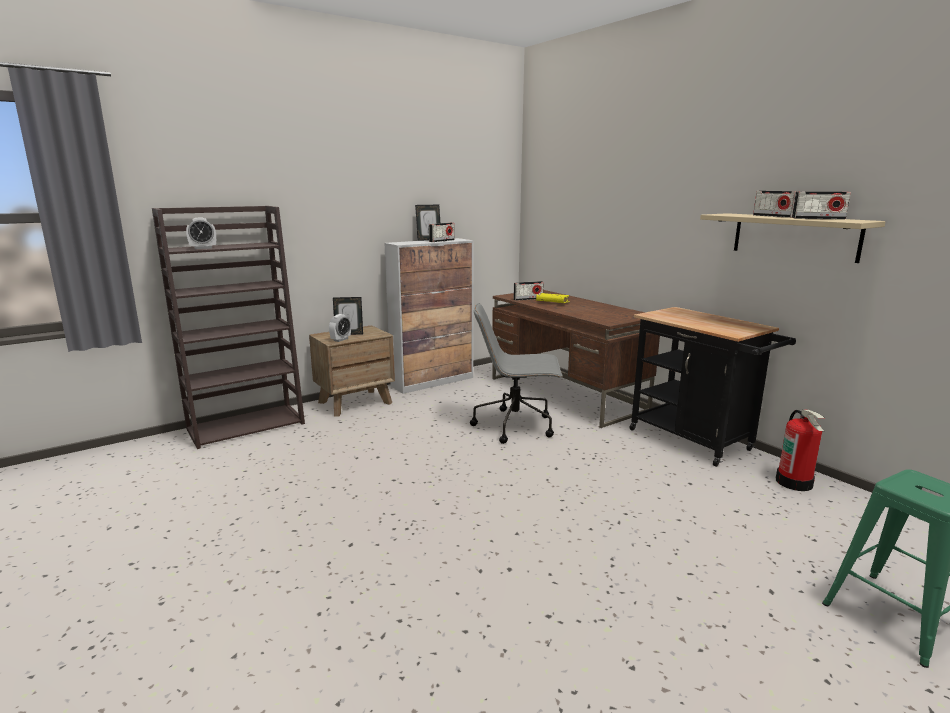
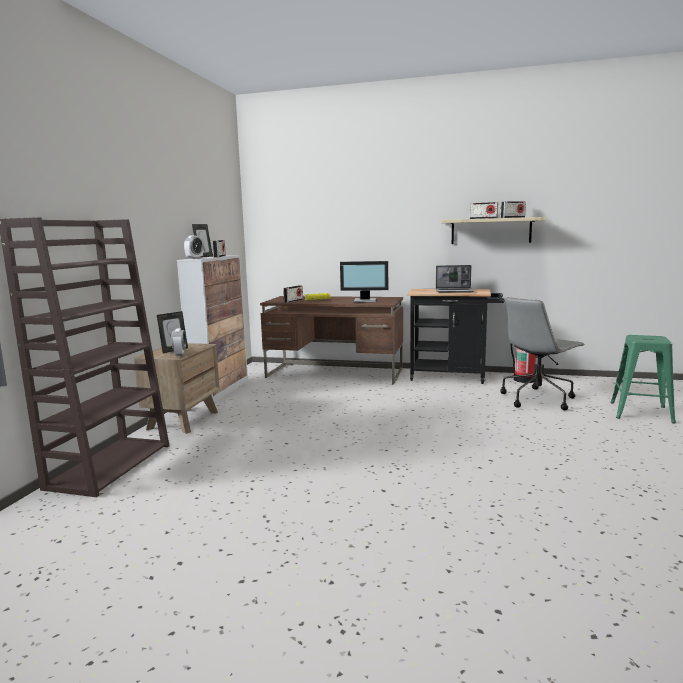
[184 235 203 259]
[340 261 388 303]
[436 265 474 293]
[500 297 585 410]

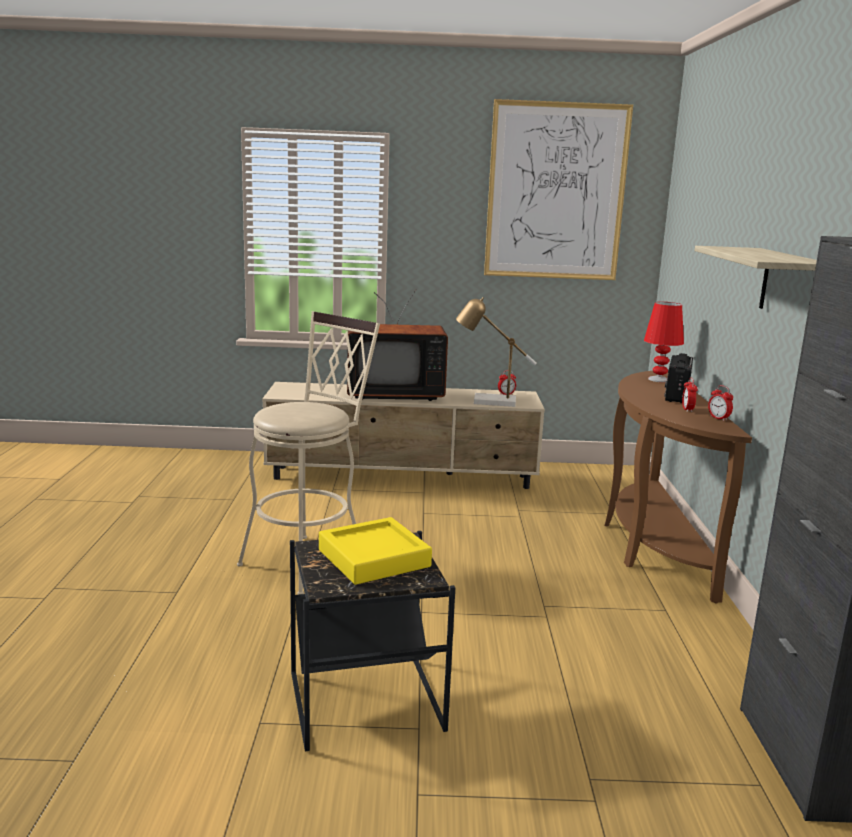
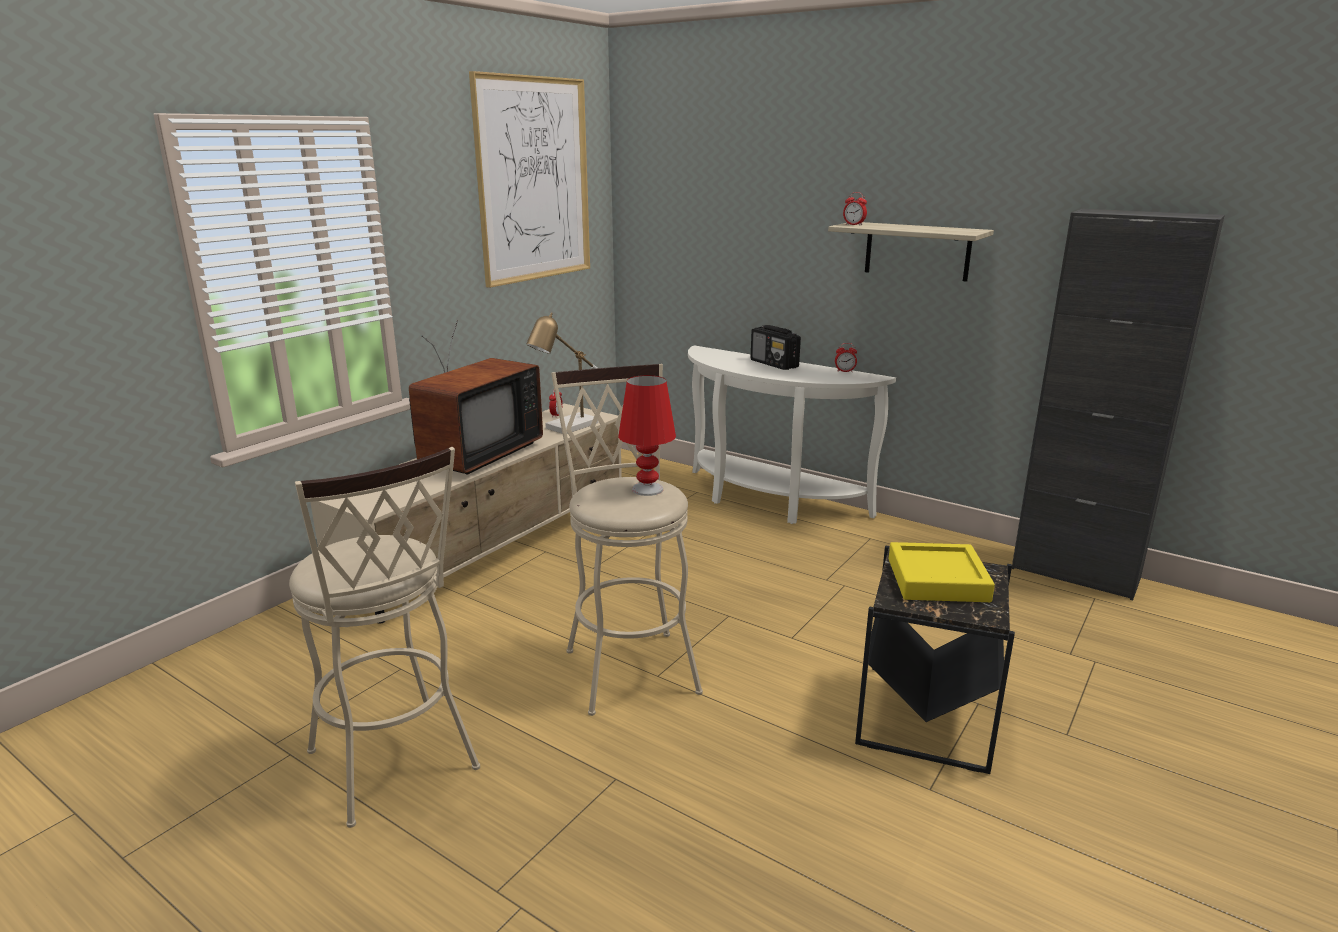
[289 447 480 828]
[618 375 676 496]
[688 345 896 524]
[843 192 867 225]

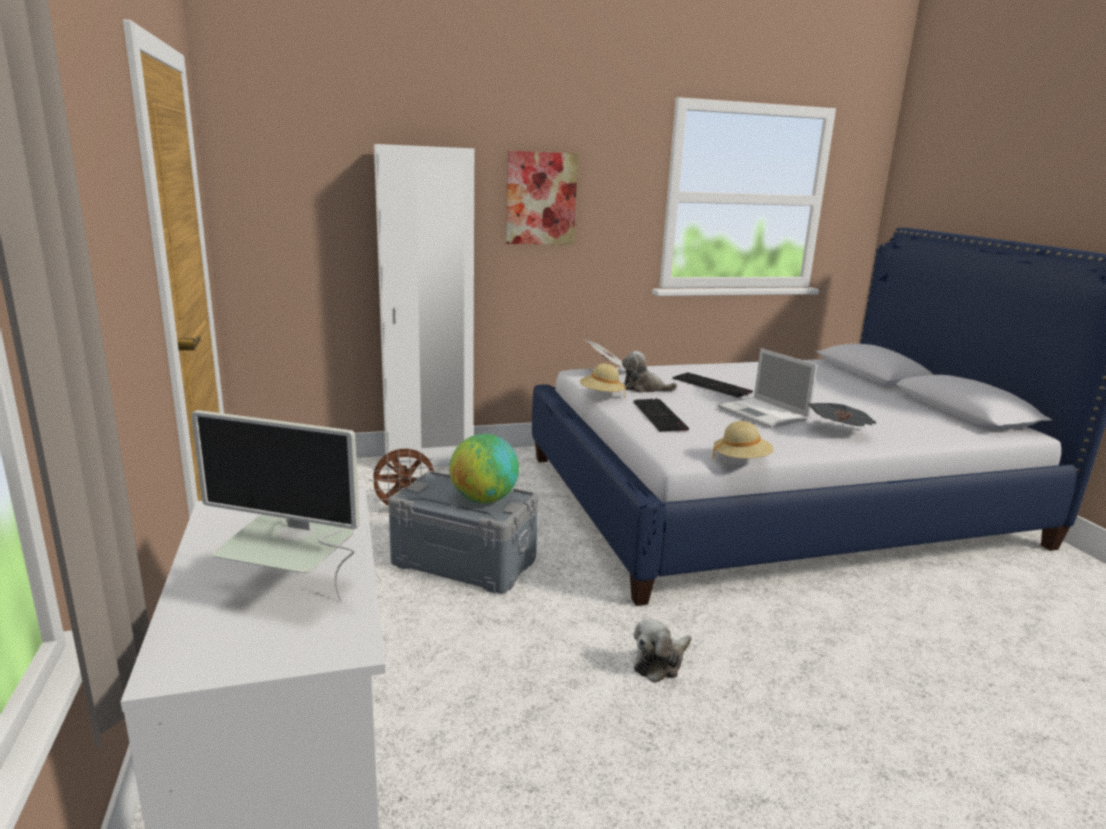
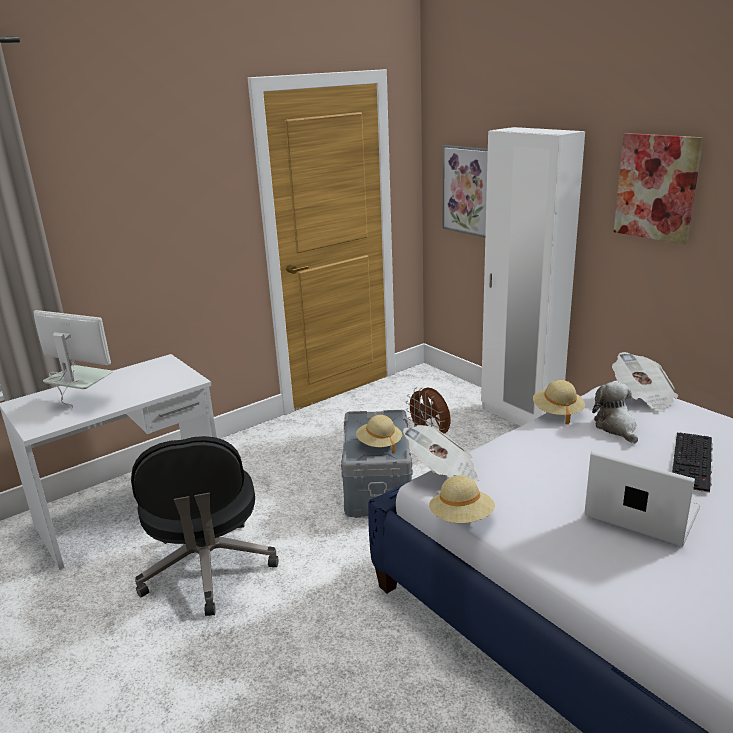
[33 310 113 410]
[131 436 278 616]
[356 415 402 453]
[403 425 479 482]
[443 145 488 238]
[584 451 700 547]
[633 399 689 431] (first image)
[634 619 691 683] (first image)

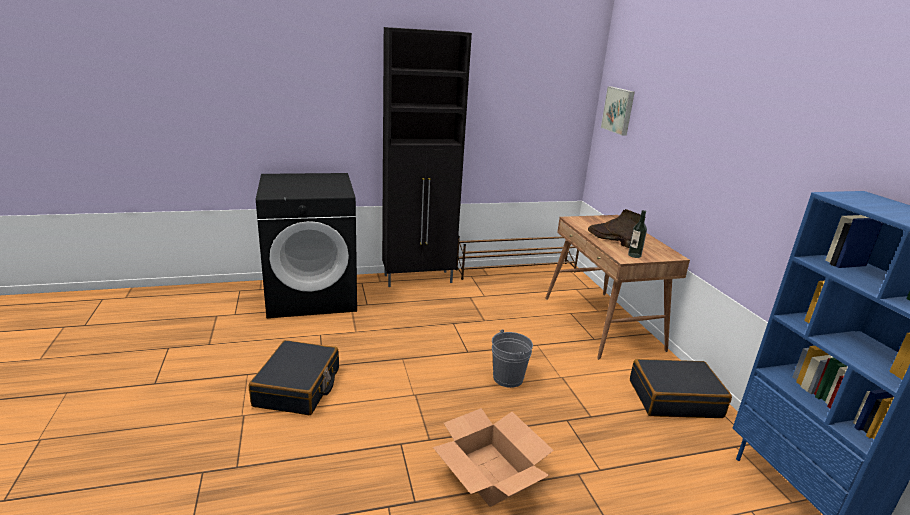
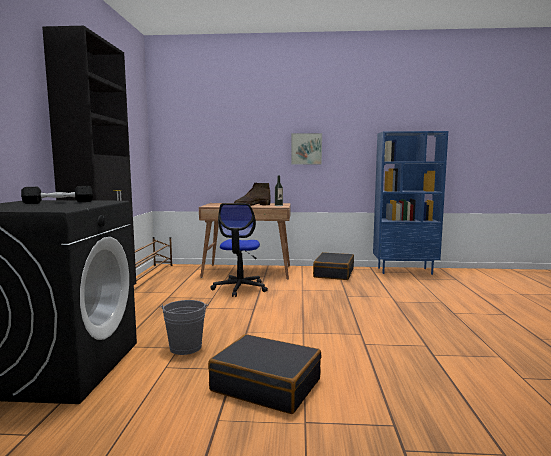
[21 186 93 204]
[160 300 208 355]
[210 203 268 297]
[291 133 322 164]
[433 408 554 507] (first image)

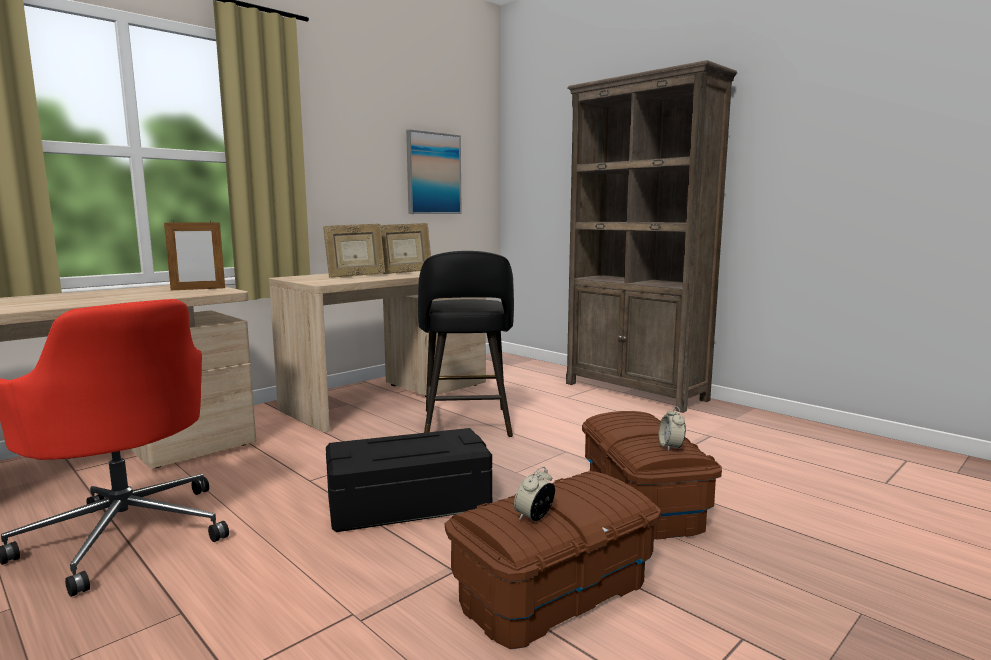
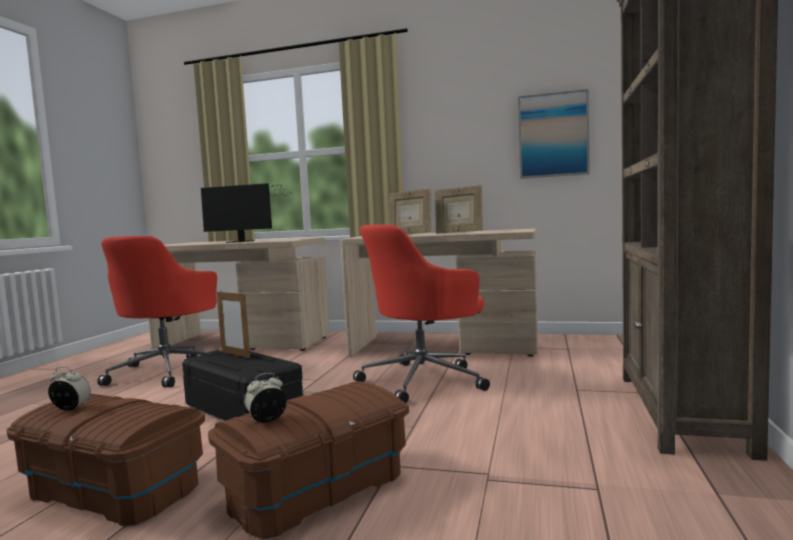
[201 183 291 243]
[217 290 250 358]
[353 224 490 403]

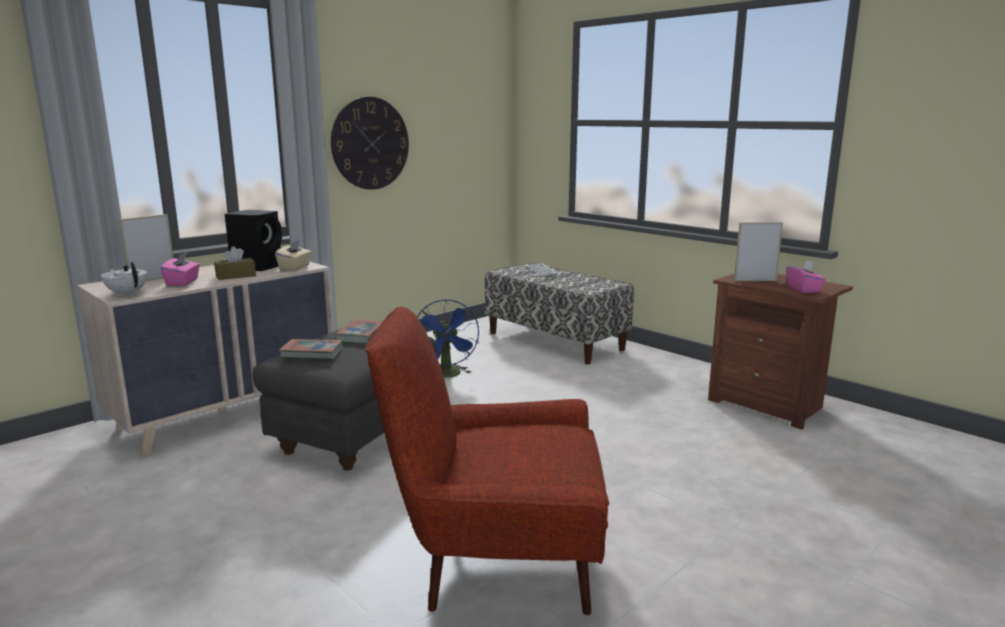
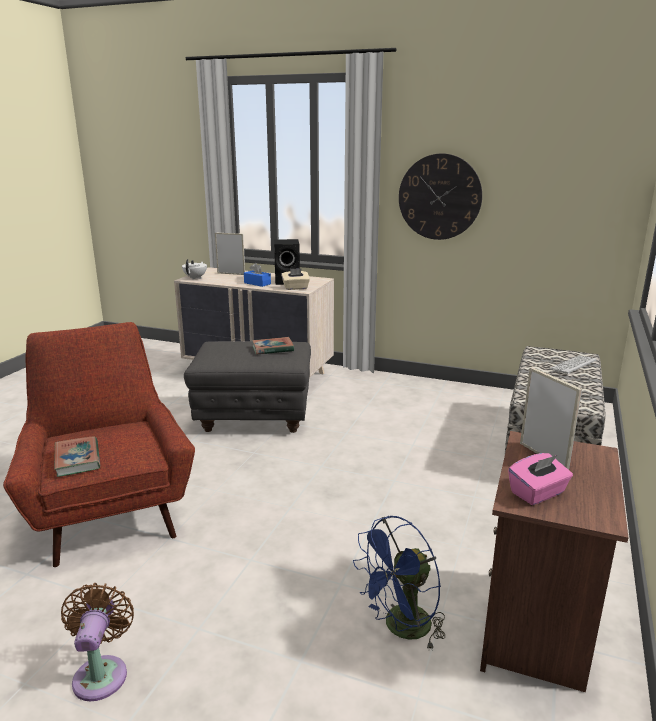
[54 436 100 477]
[61 583 134 701]
[244 263 271 287]
[353 516 445 648]
[160 252 200 286] (first image)

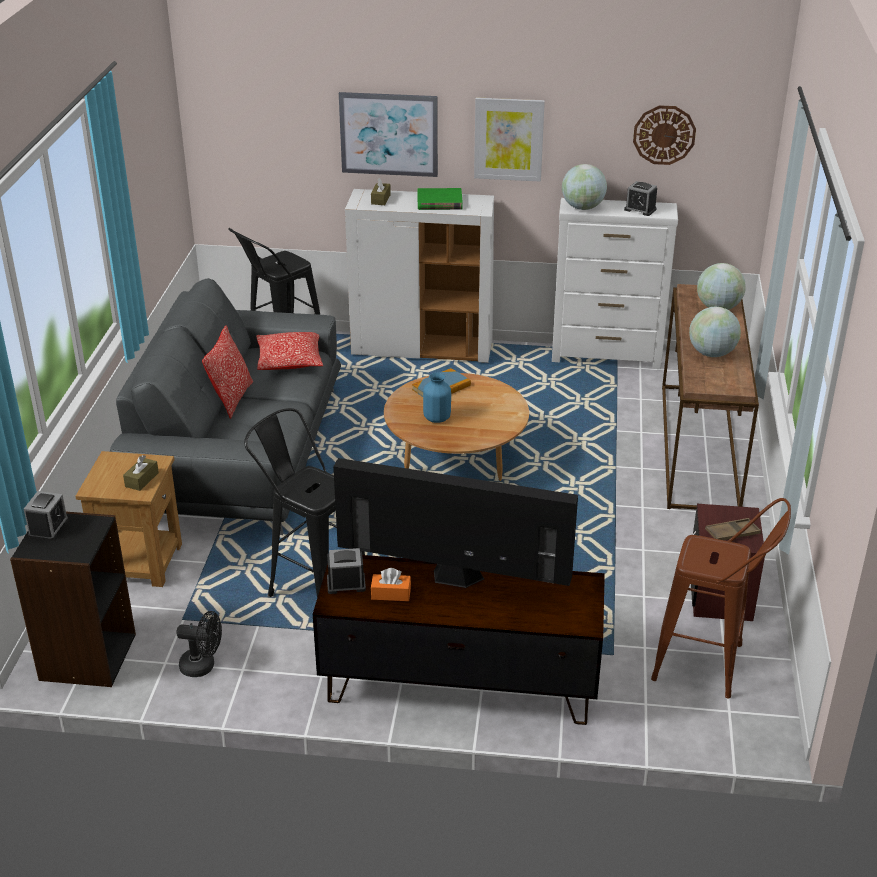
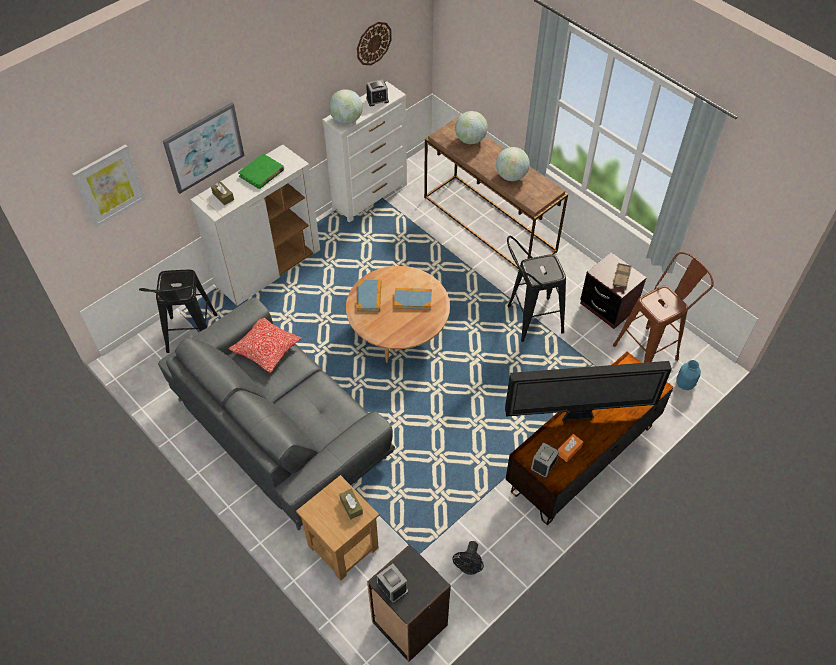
[72 144 145 228]
[394 288 432 310]
[453 541 484 575]
[505 361 672 421]
[507 236 566 342]
[676 360 701 390]
[202 326 253 419] (first image)

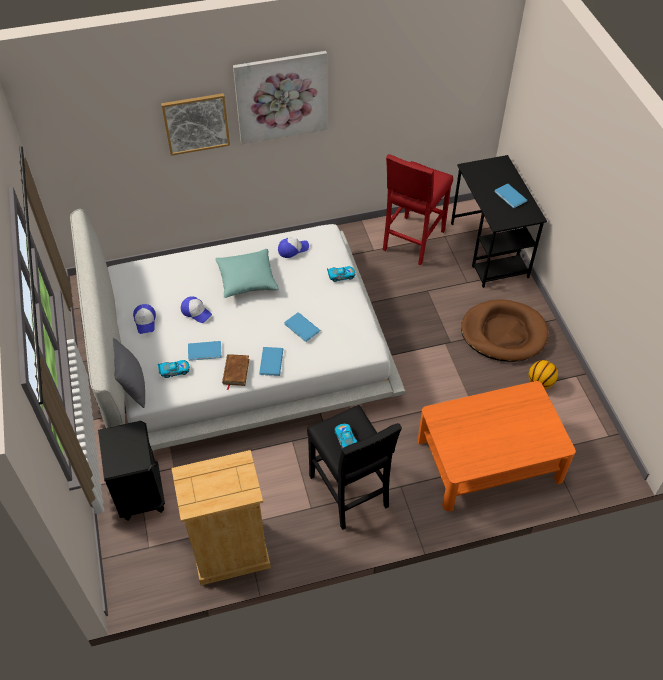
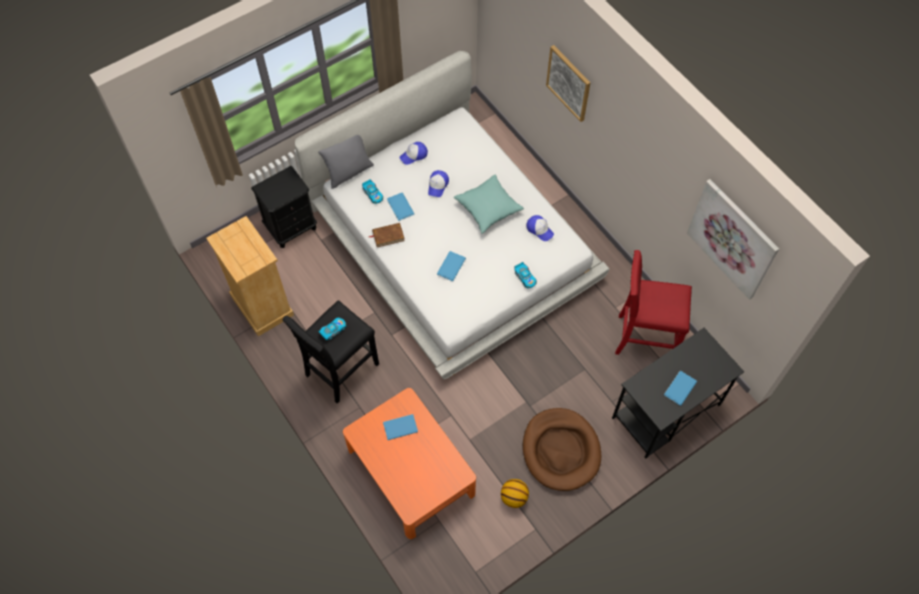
[383 414 418 440]
[687 179 779 300]

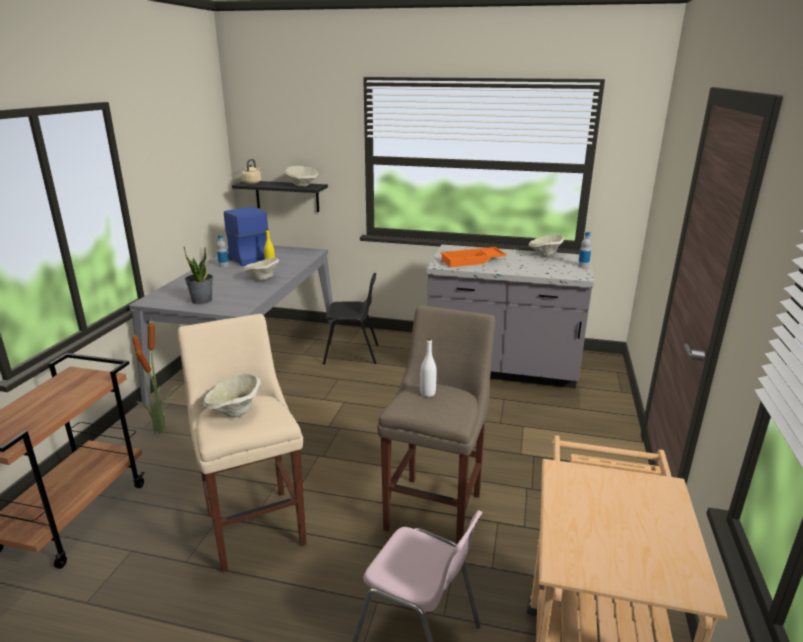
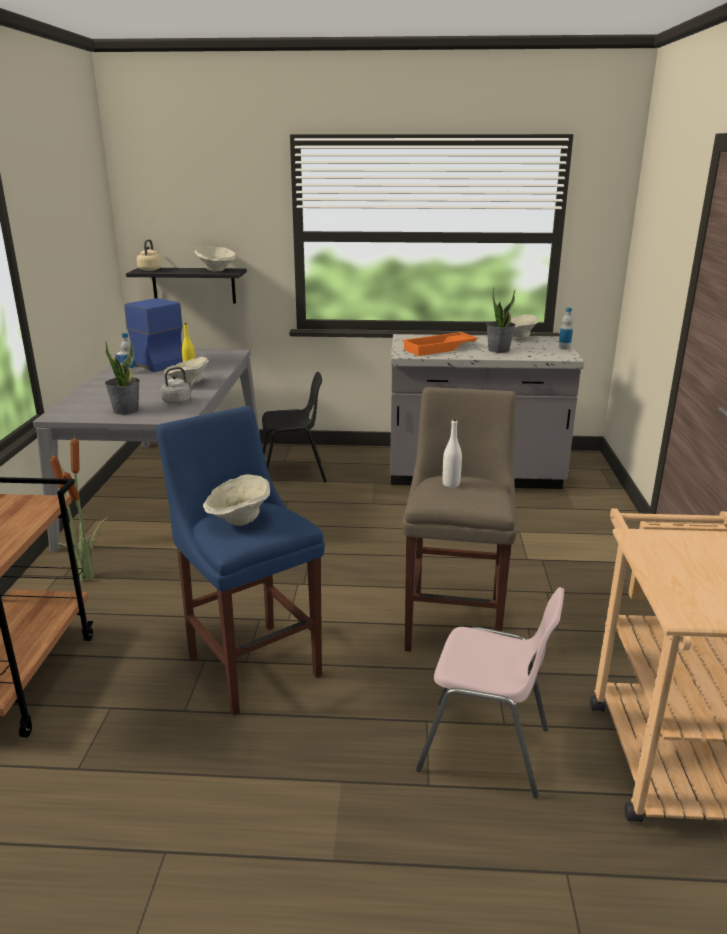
[156 406 325 716]
[161 367 197 404]
[486 287 516 353]

